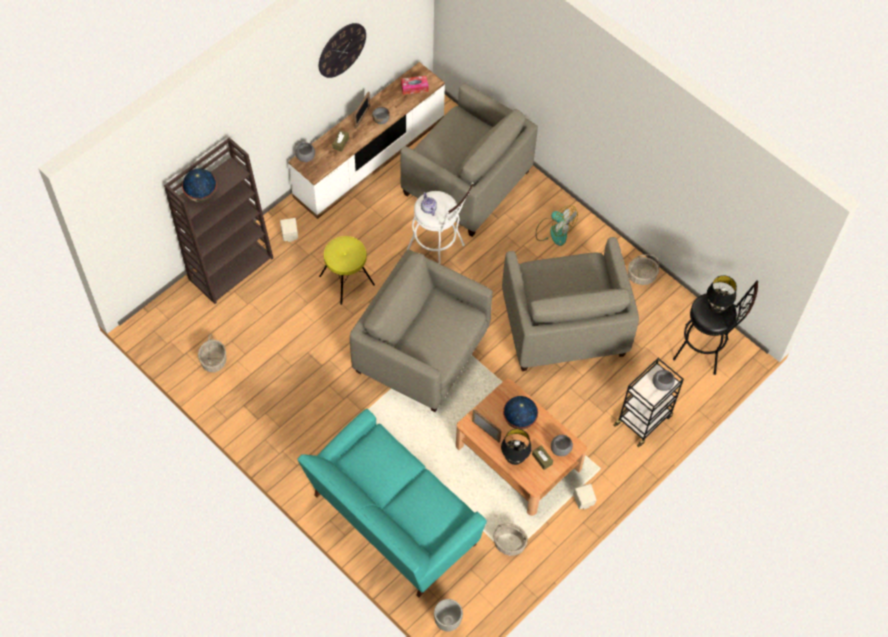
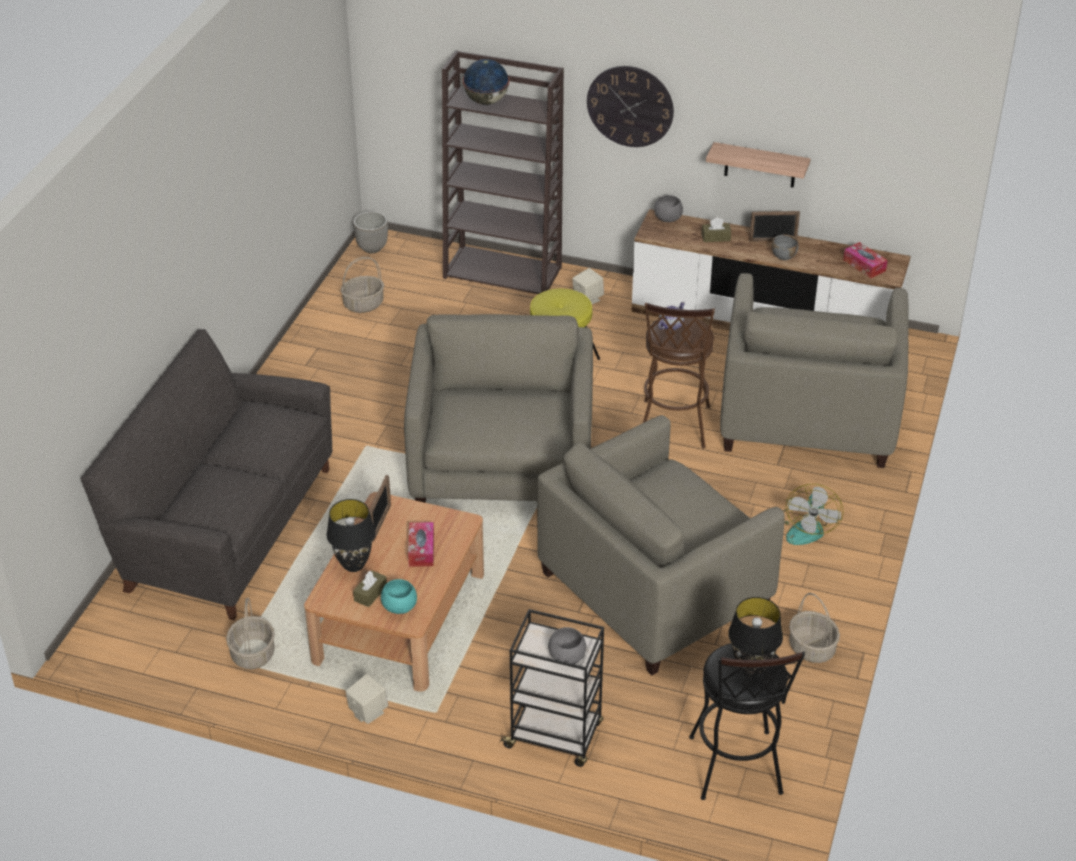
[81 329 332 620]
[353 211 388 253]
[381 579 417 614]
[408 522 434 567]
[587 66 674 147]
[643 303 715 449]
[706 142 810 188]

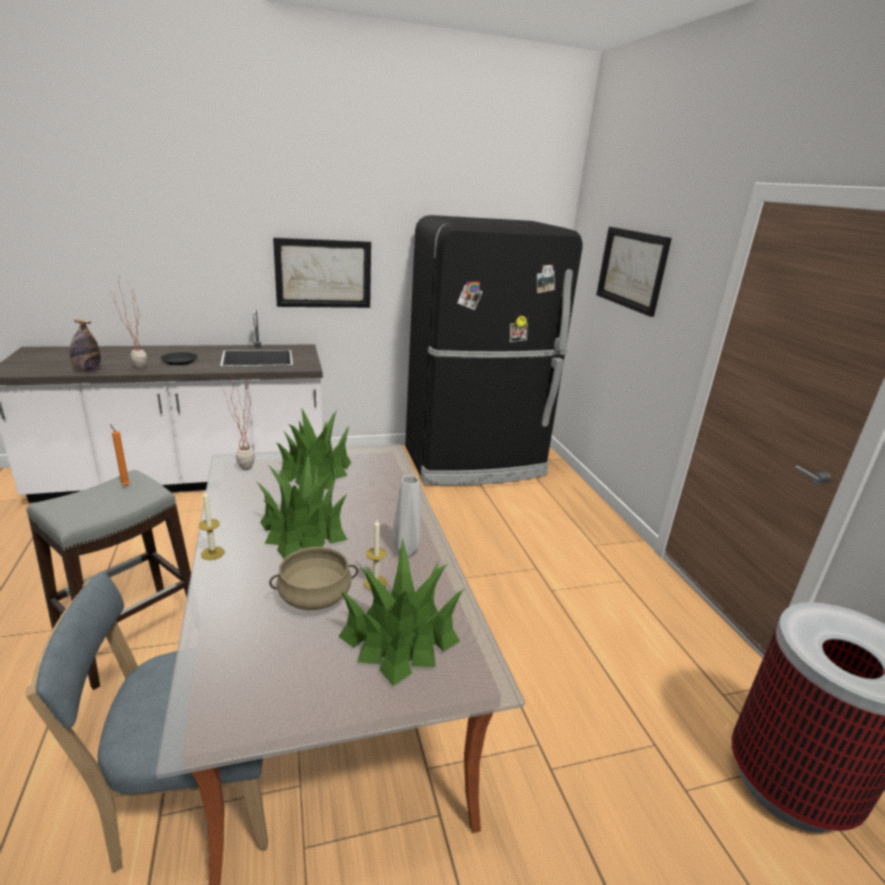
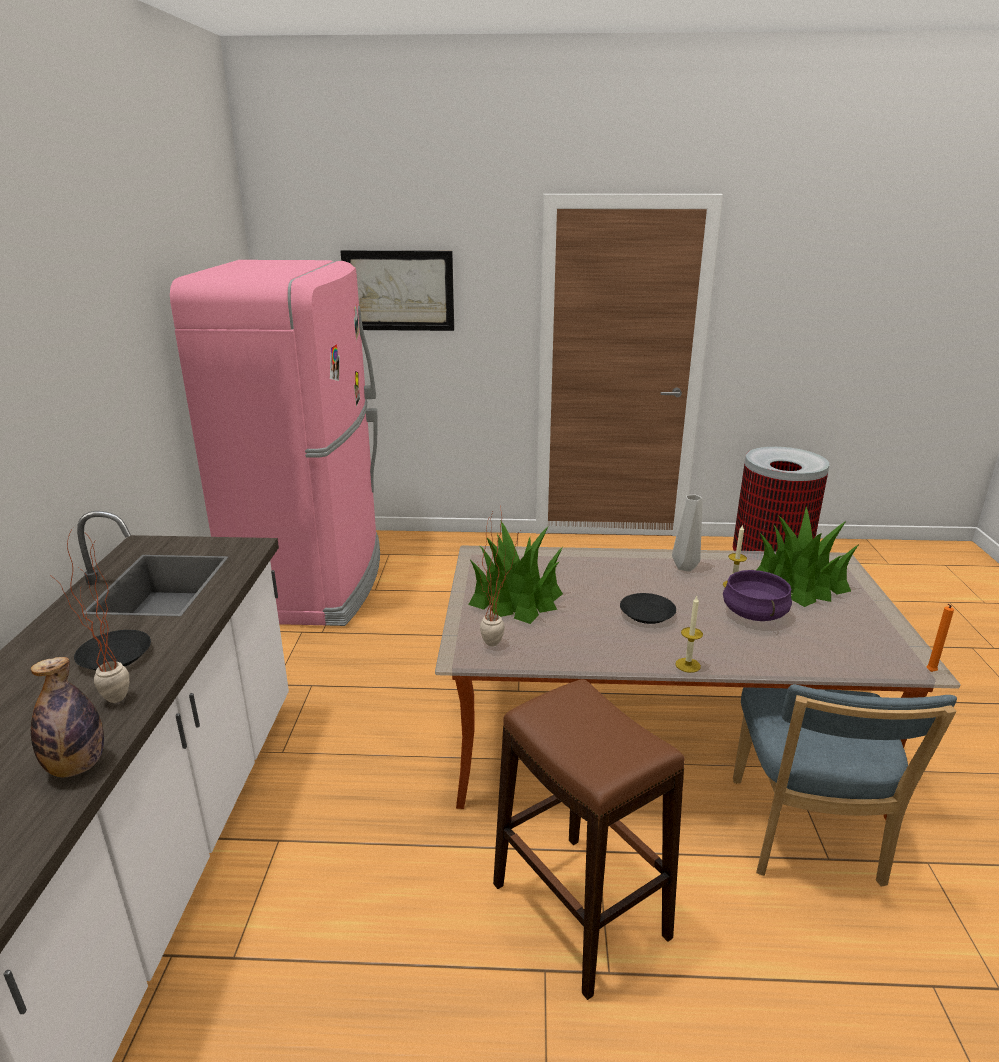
[170 260 380 626]
[493 679 685 1000]
[620 593 676 624]
[723 569 792 621]
[927 604 954 672]
[273 238 371 308] (first image)

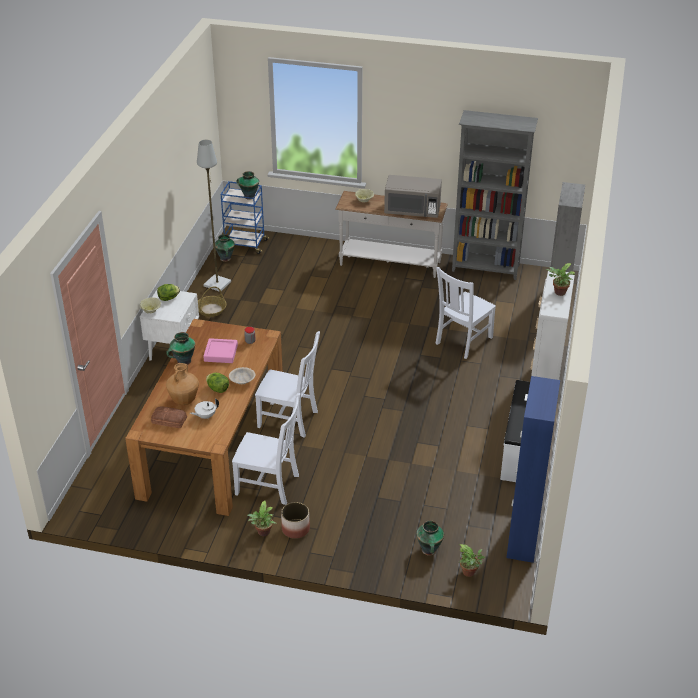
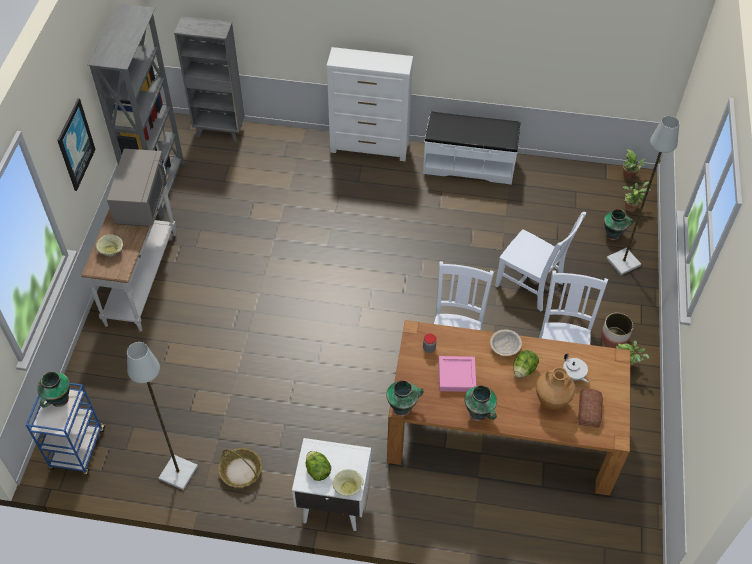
[57 98 96 191]
[386 380 424 416]
[495 212 586 311]
[606 116 679 275]
[622 149 645 179]
[506 376 560 563] (first image)

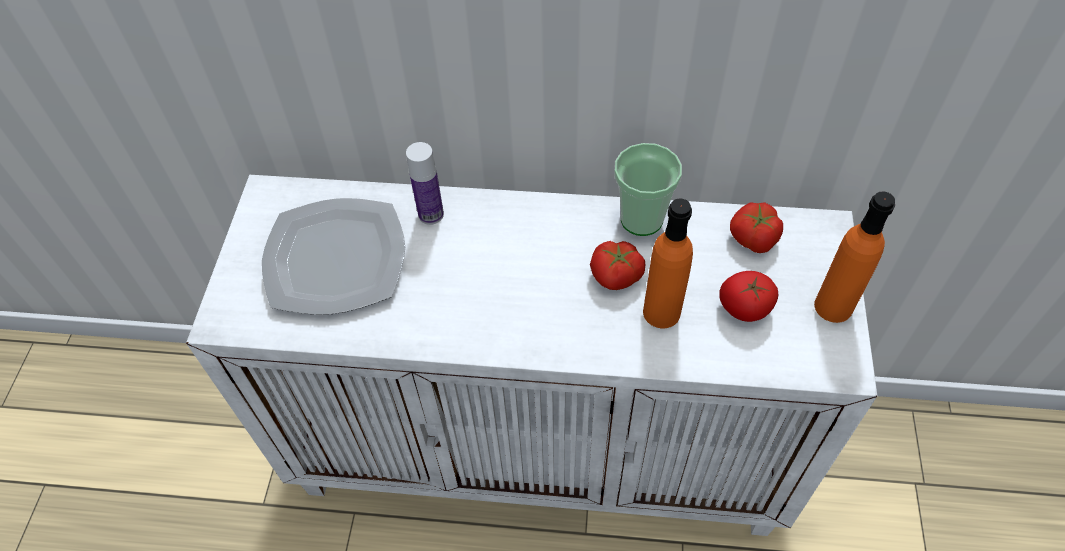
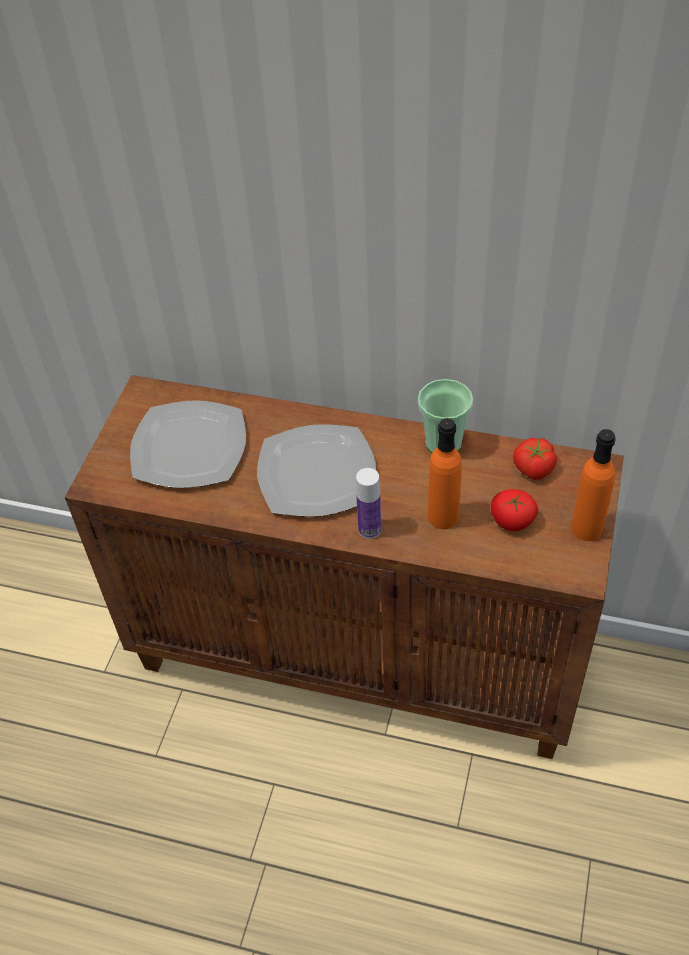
[65 375 624 759]
[257 424 376 517]
[356 468 381 539]
[590 241 645 290] (first image)

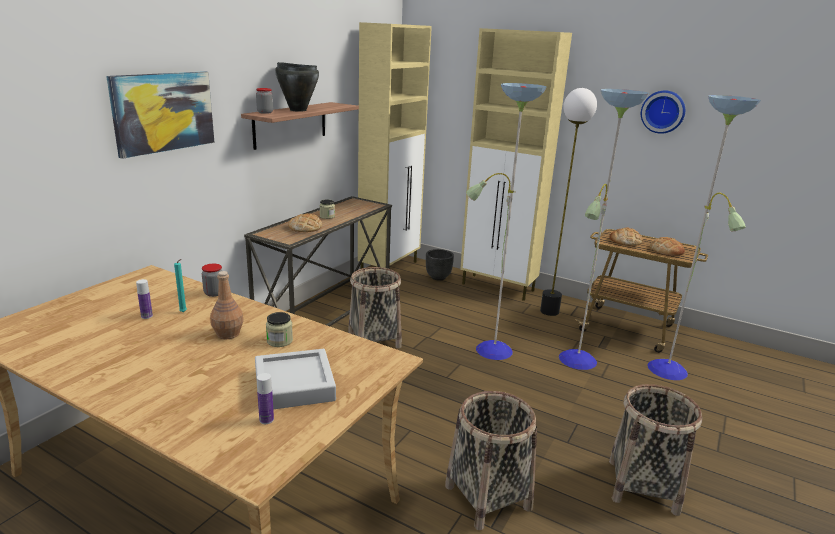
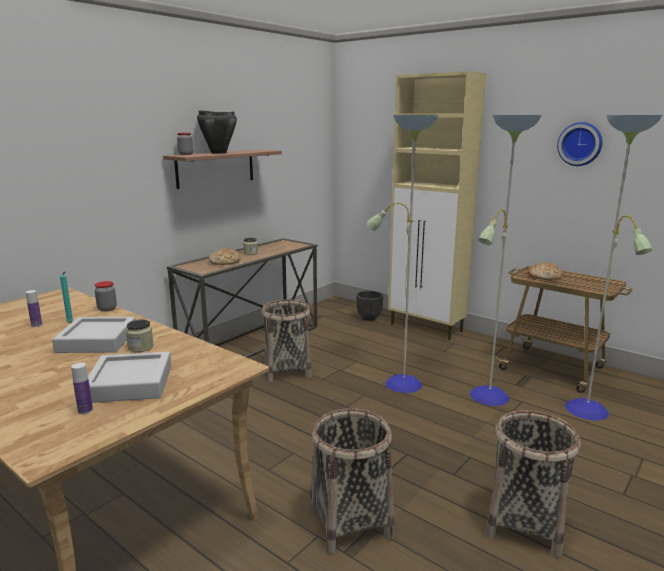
[52 317 136 353]
[106 71 214 159] (first image)
[358 22 432 269] (first image)
[540 88 597 316] (first image)
[650 237 685 256] (first image)

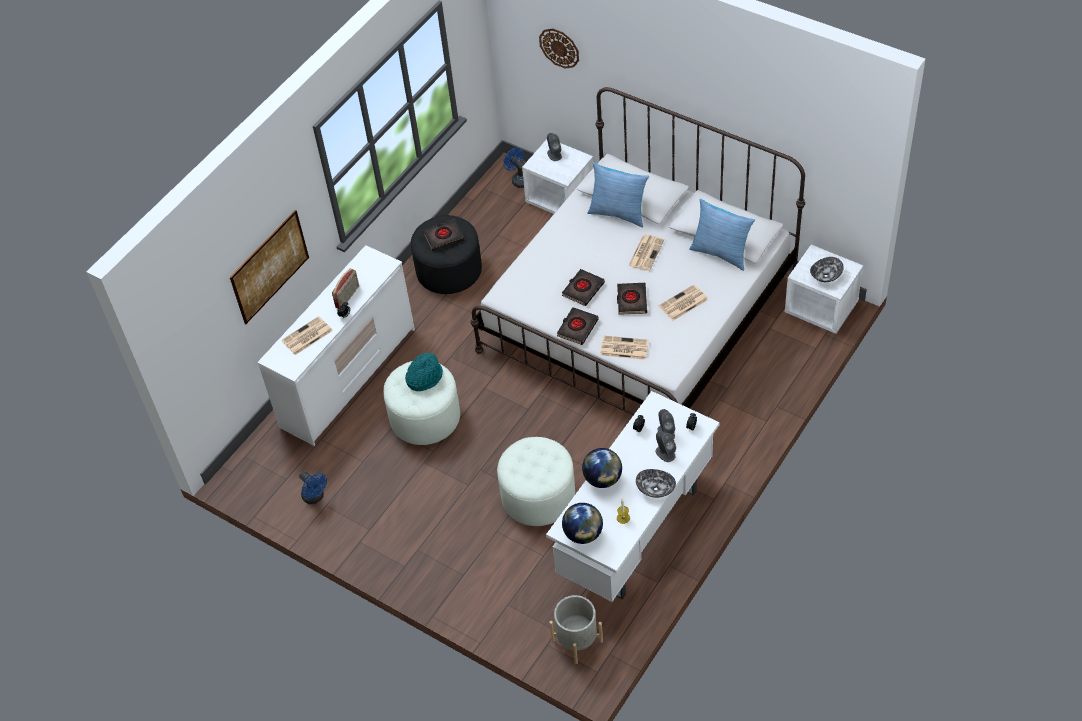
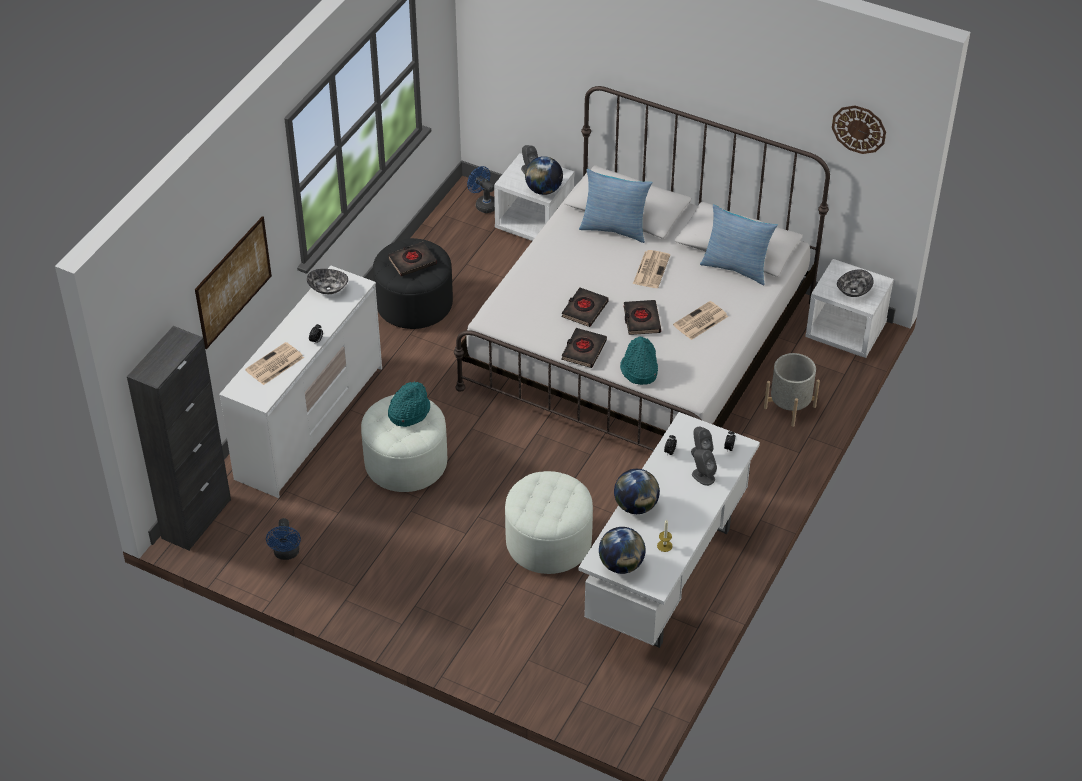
[127 326 231 551]
[266 518 301 560]
[307 269 348 294]
[525 156 563 195]
[620 336 658 385]
[764 353 820 427]
[832 105 886 154]
[332 269 359 308] (first image)

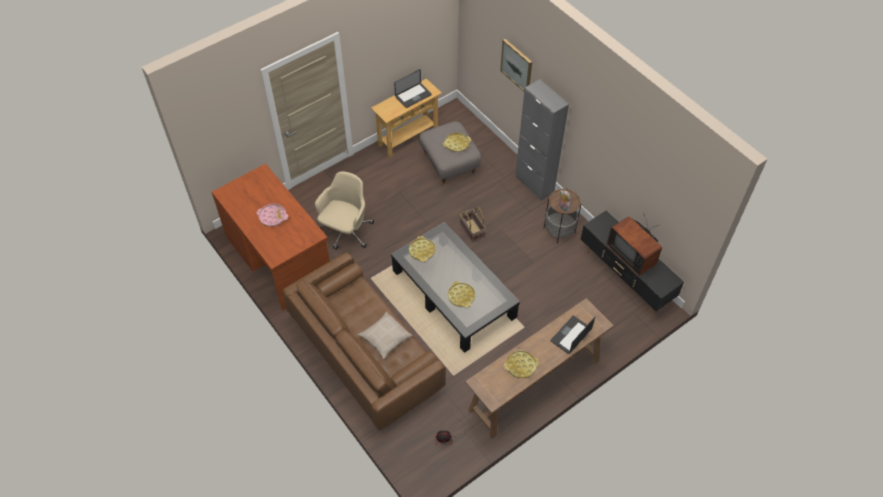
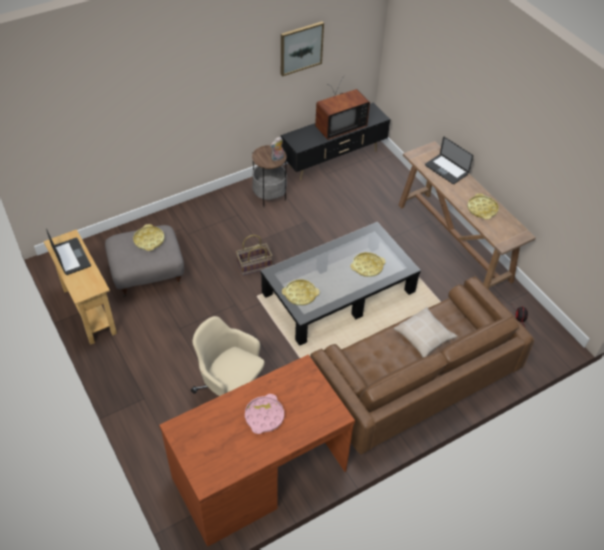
[281 22 324 77]
[515 79 569 201] (first image)

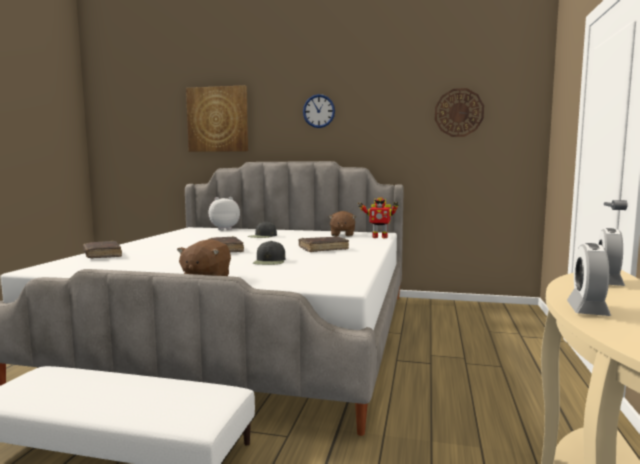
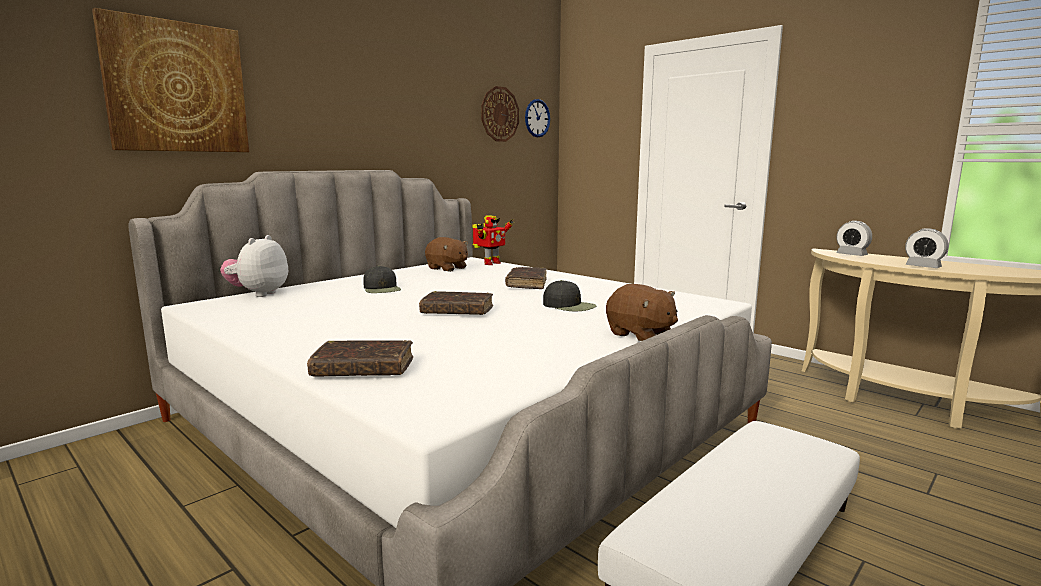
[525 99 550 137]

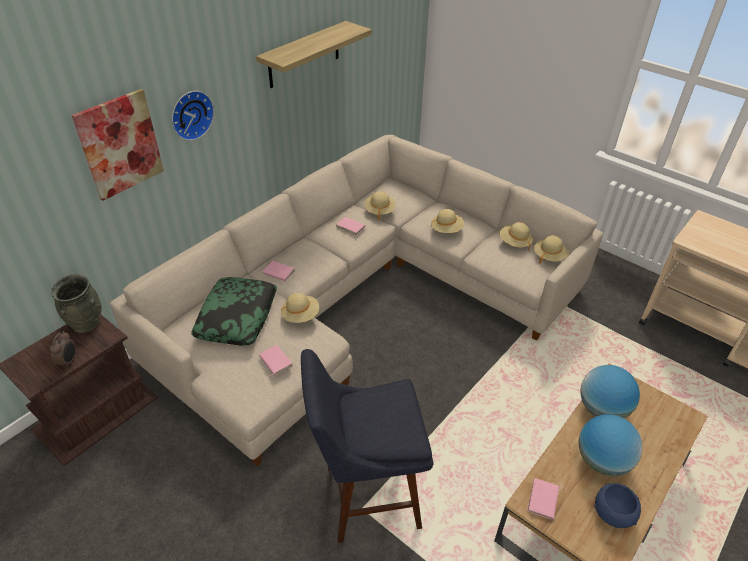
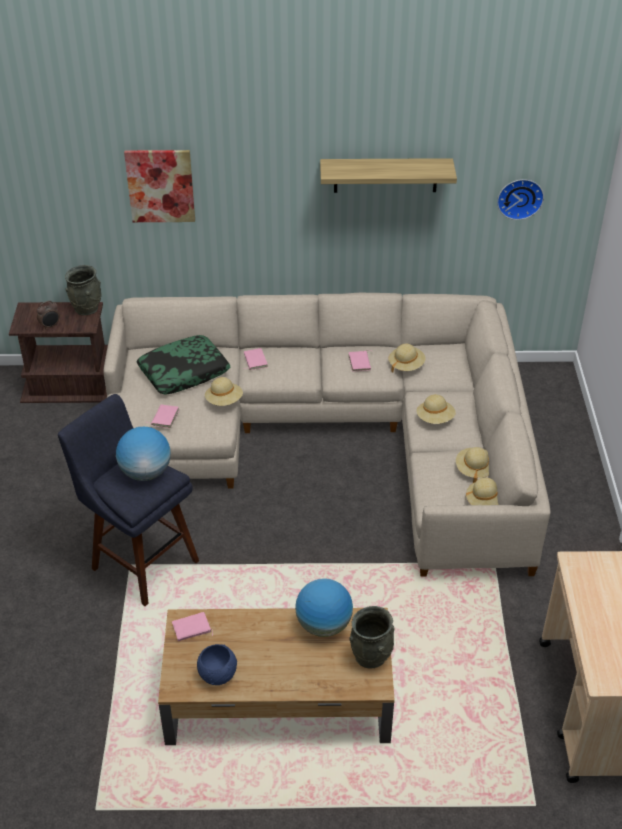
[116 427 171 481]
[350 606 395 668]
[497 179 544 220]

